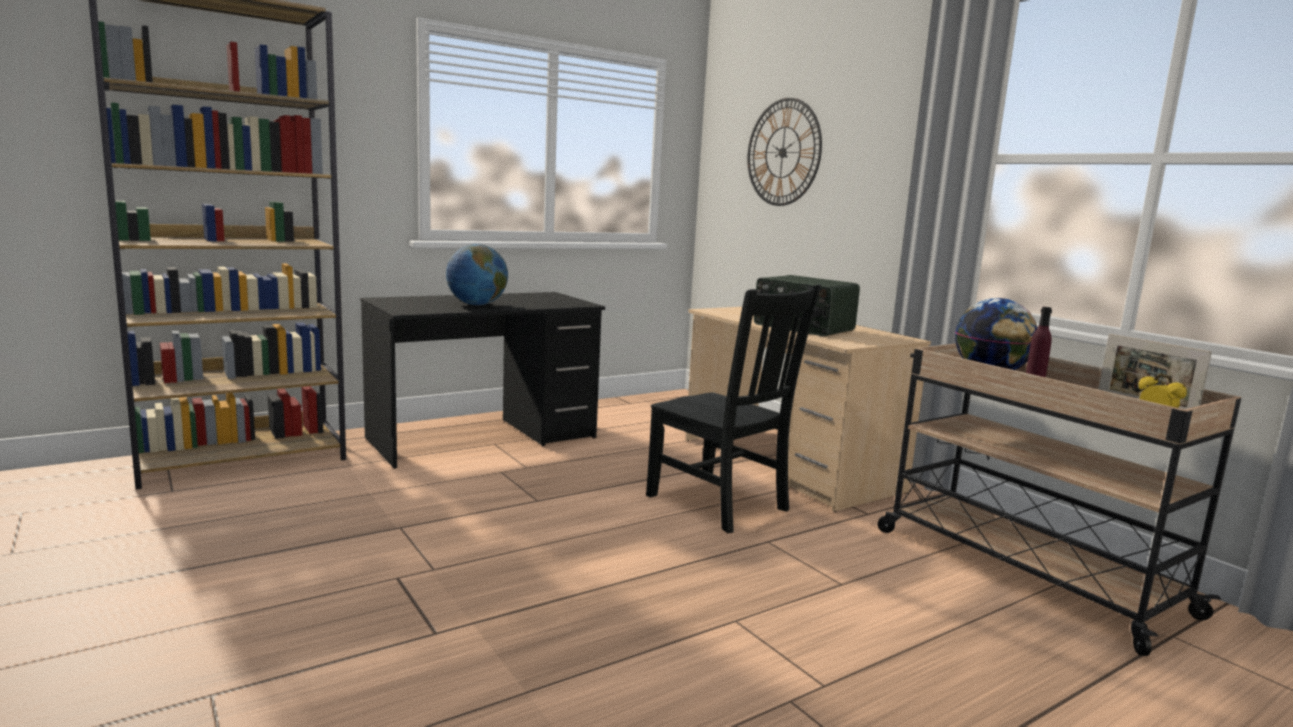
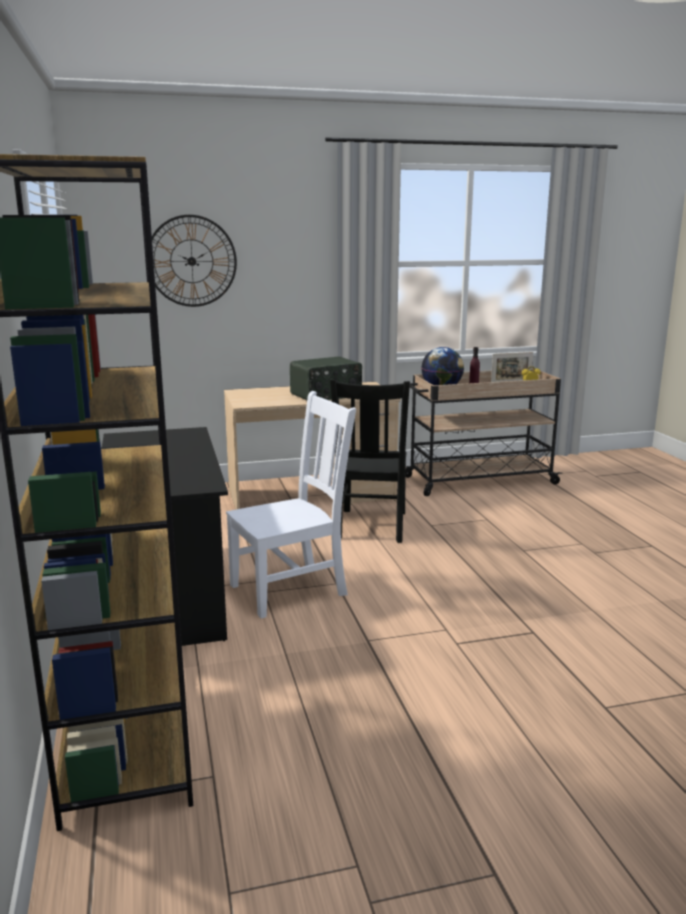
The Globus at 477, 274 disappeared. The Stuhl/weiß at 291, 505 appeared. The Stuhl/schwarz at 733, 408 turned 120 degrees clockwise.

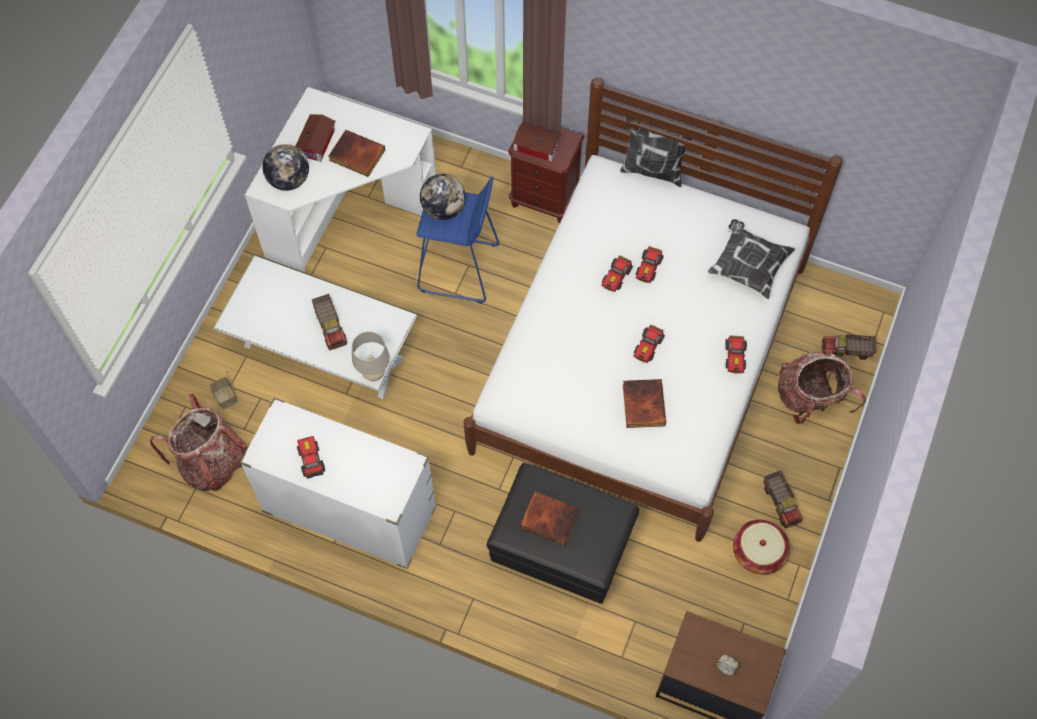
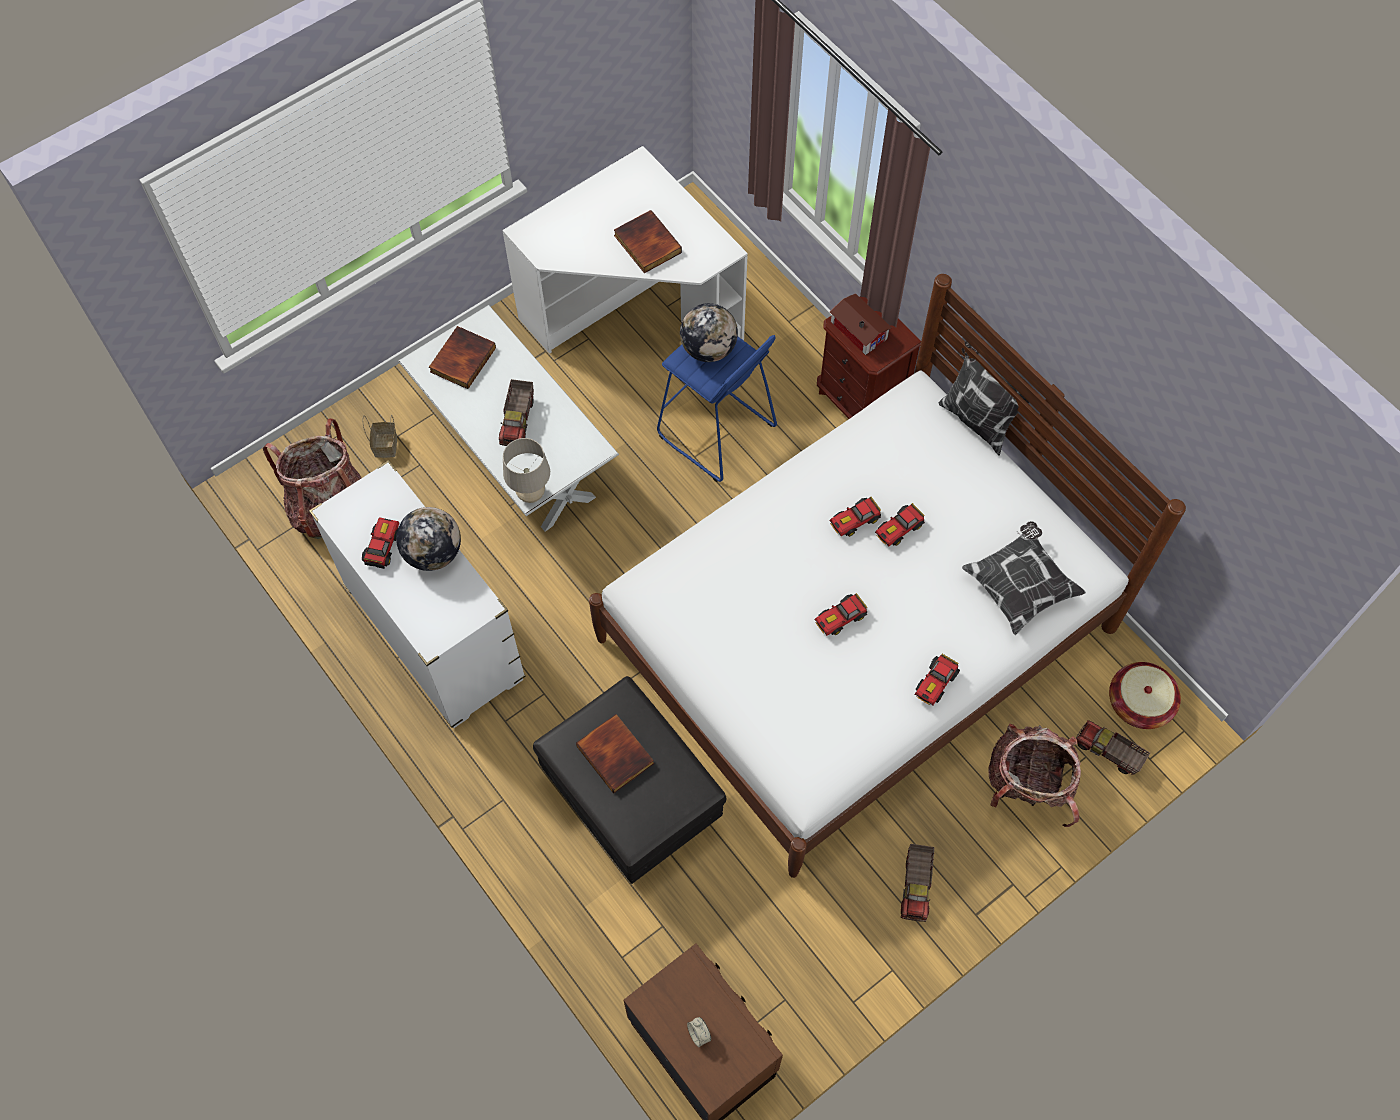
The Spielzeughaus at 316, 138 disappeared. The Globus moved from 285, 167 to 428, 539. The Buch moved from 644, 403 to 462, 357. The Korb moved from 761, 547 to 1145, 695.

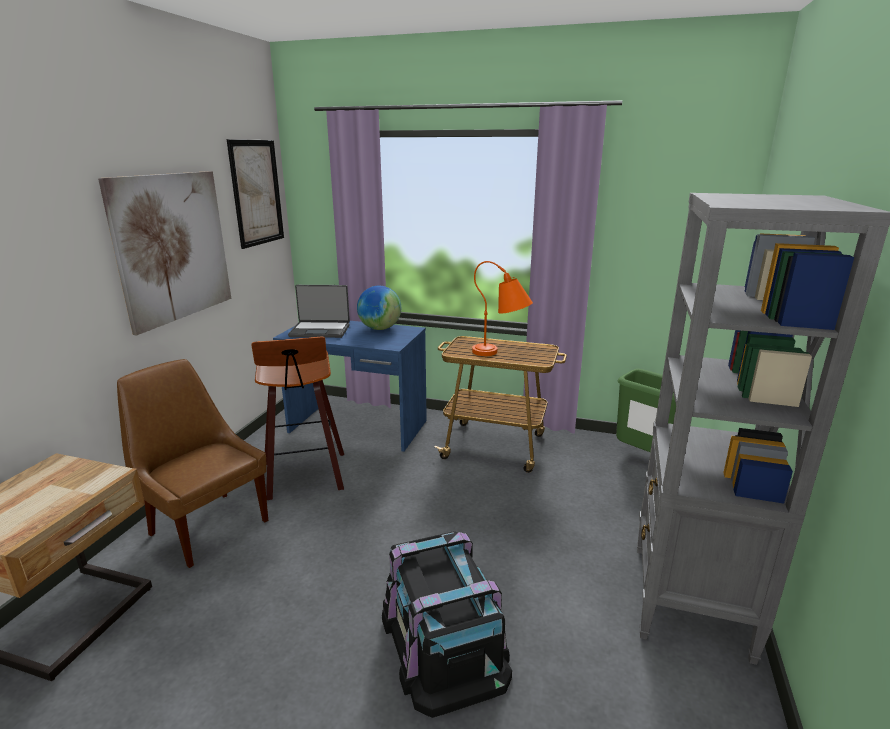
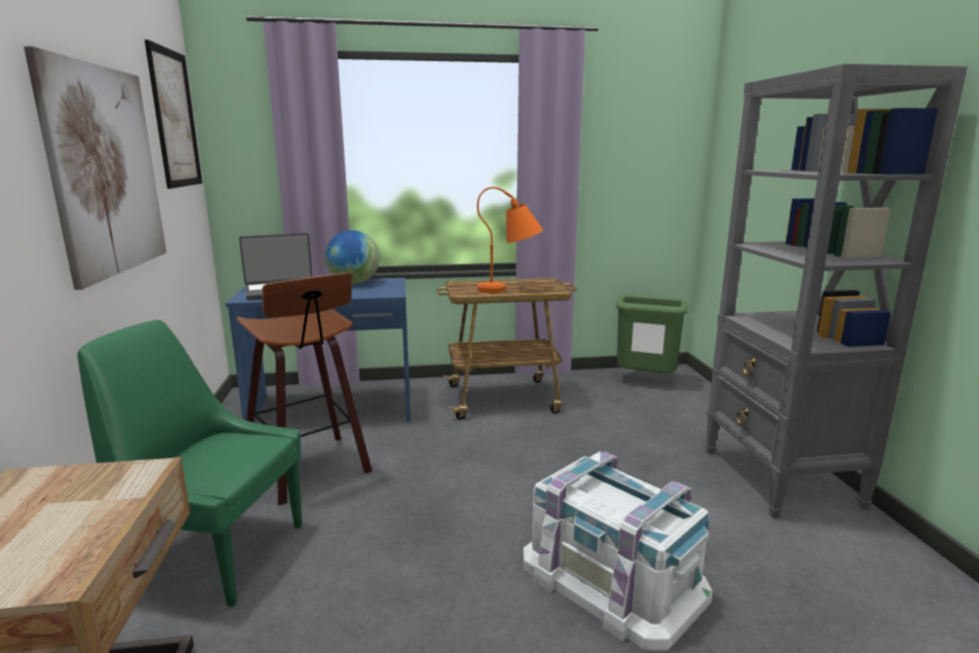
The Stuhl/braun at 192, 463 became the Stuhl/grün at 189, 463. The Aufbewahrungsbox/schwarz at 447, 624 became the Aufbewahrungsbox/weiß at 618, 550.

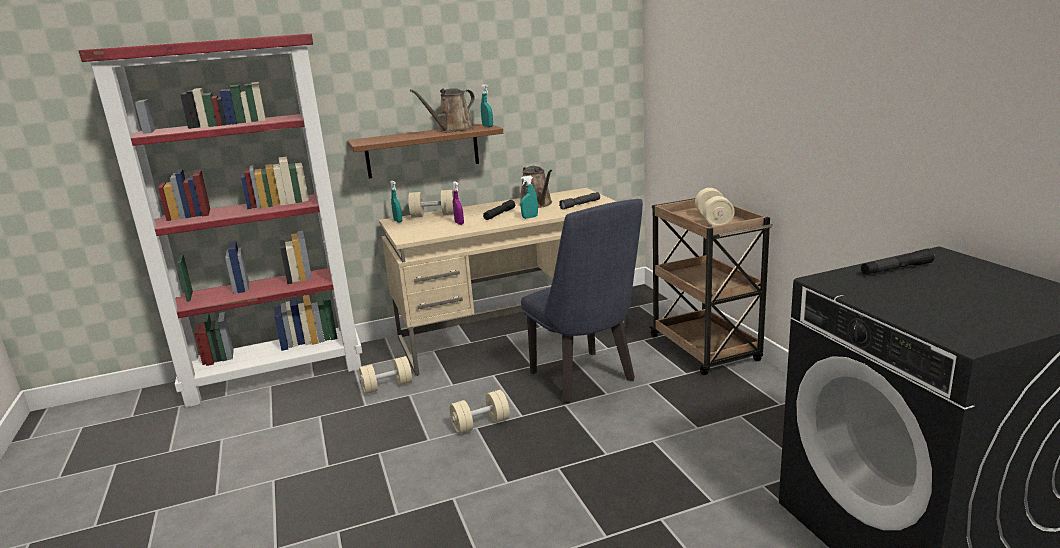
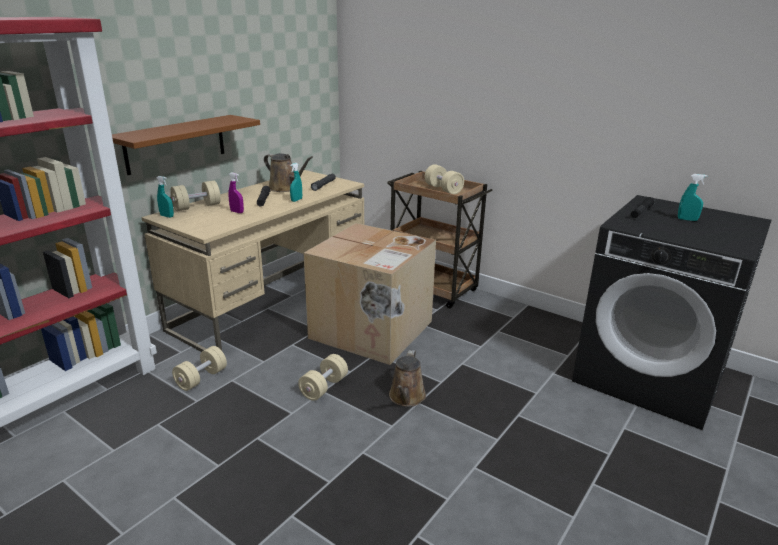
The Gießkanne/braun moved from 442, 110 to 407, 378. The Sprühflasche/türkis moved from 487, 105 to 693, 197. The Stuhl/blau at 582, 301 was replaced by the Karton at 369, 294.

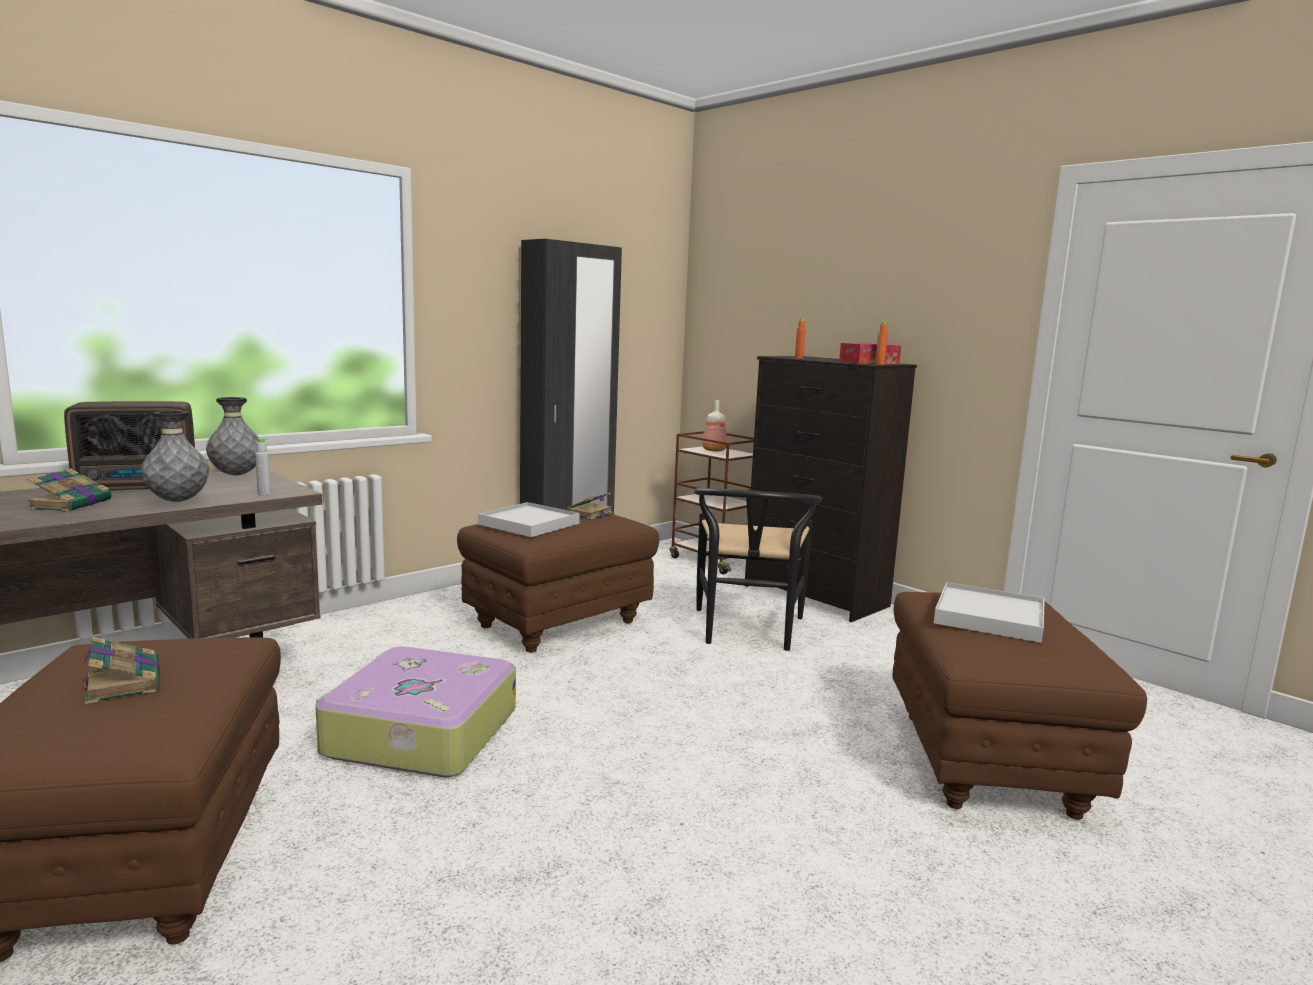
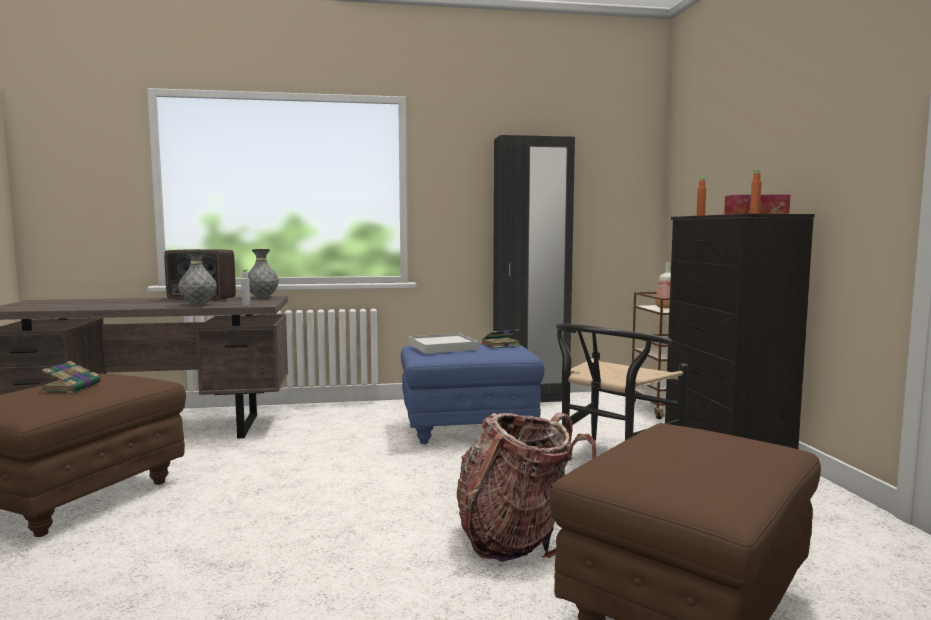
The Buch at 69, 490 disappeared. The Koffer at 415, 711 disappeared. The Tablett/weiß at 989, 612 disappeared. The Rucksack at 526, 487 appeared. The Polsterhocker/braun at 558, 581 became the Polsterhocker/blau at 472, 393.

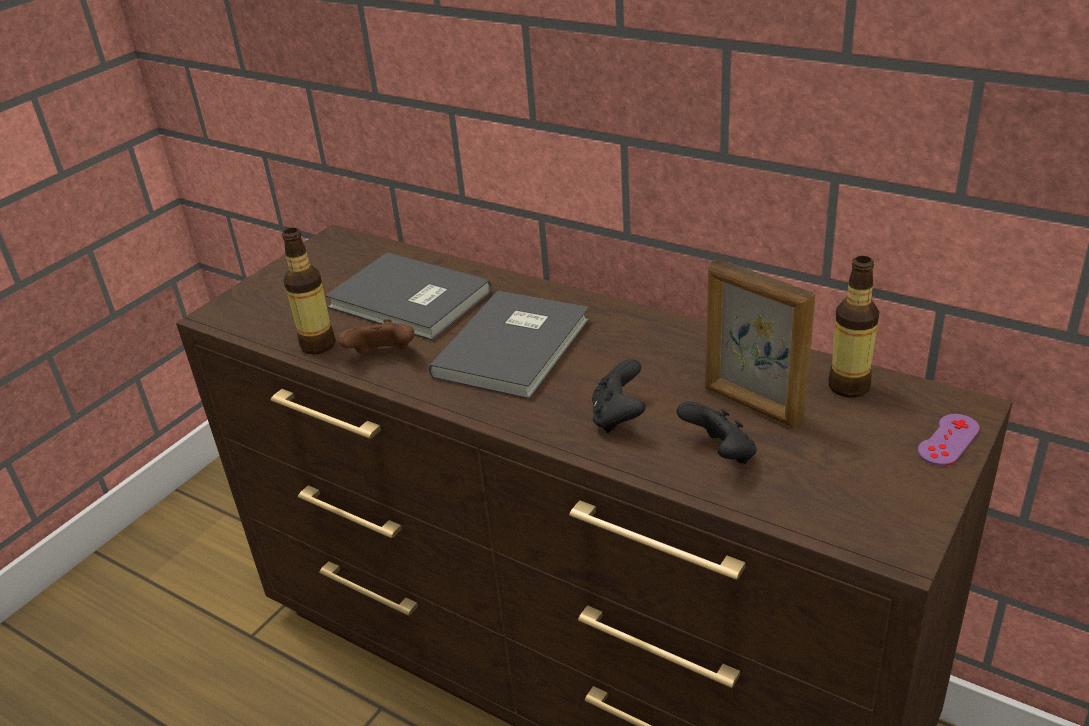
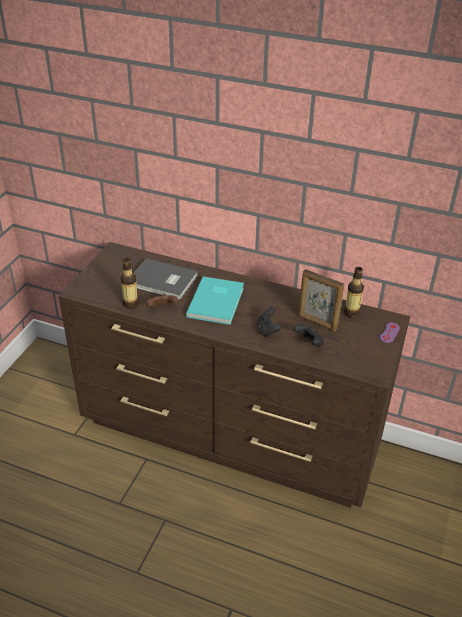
The Buch/grau at 509, 345 became the Buch/türkis at 215, 301.

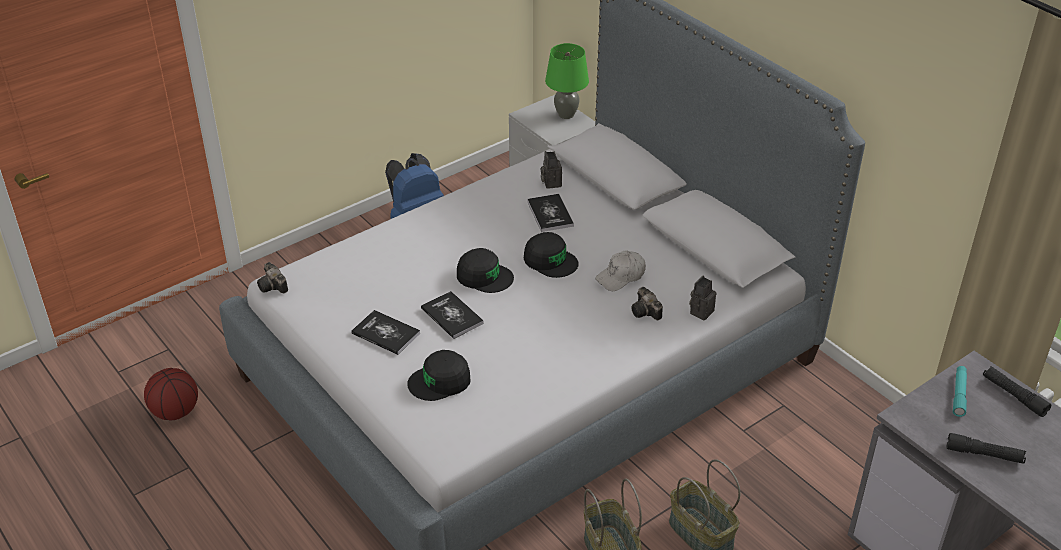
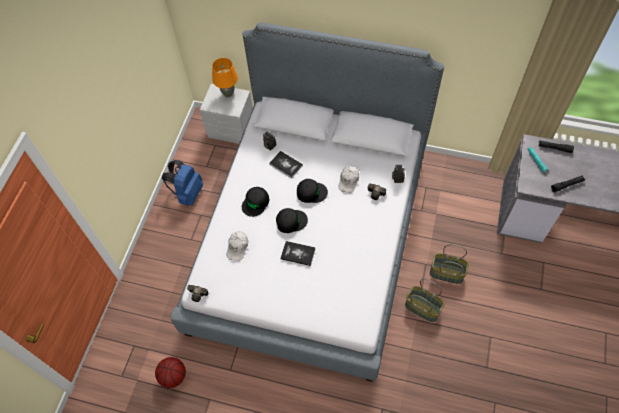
The Buch at 385, 332 disappeared. The Kappe/weiß at 237, 246 appeared. The Kappe/schwarz moved from 439, 375 to 255, 202. The Tischlampe/grün at 567, 81 became the Tischlampe/orange at 225, 77.

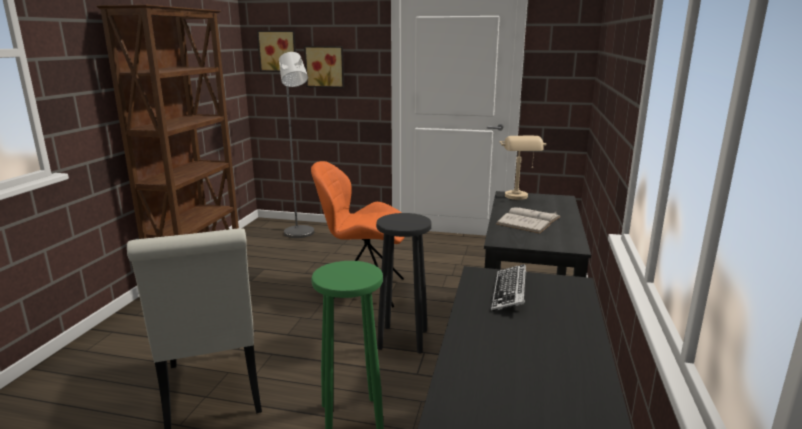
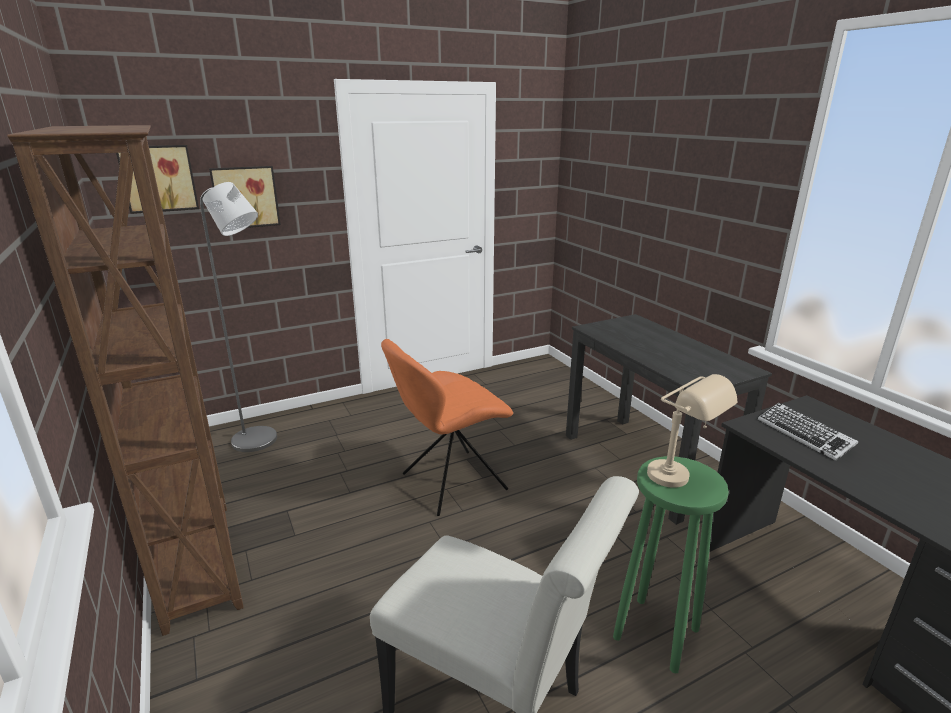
The Hocker/schwarz at 404, 283 disappeared. The Buch/weiß at 528, 221 disappeared. The Tischlampe/beige moved from 523, 168 to 692, 431.

